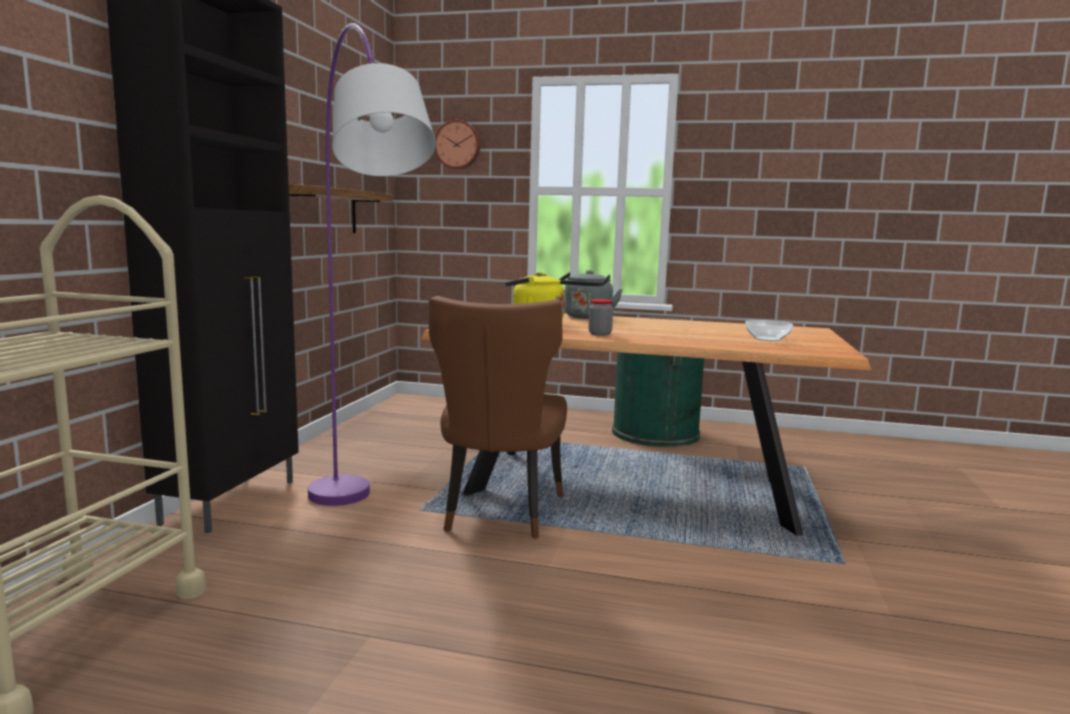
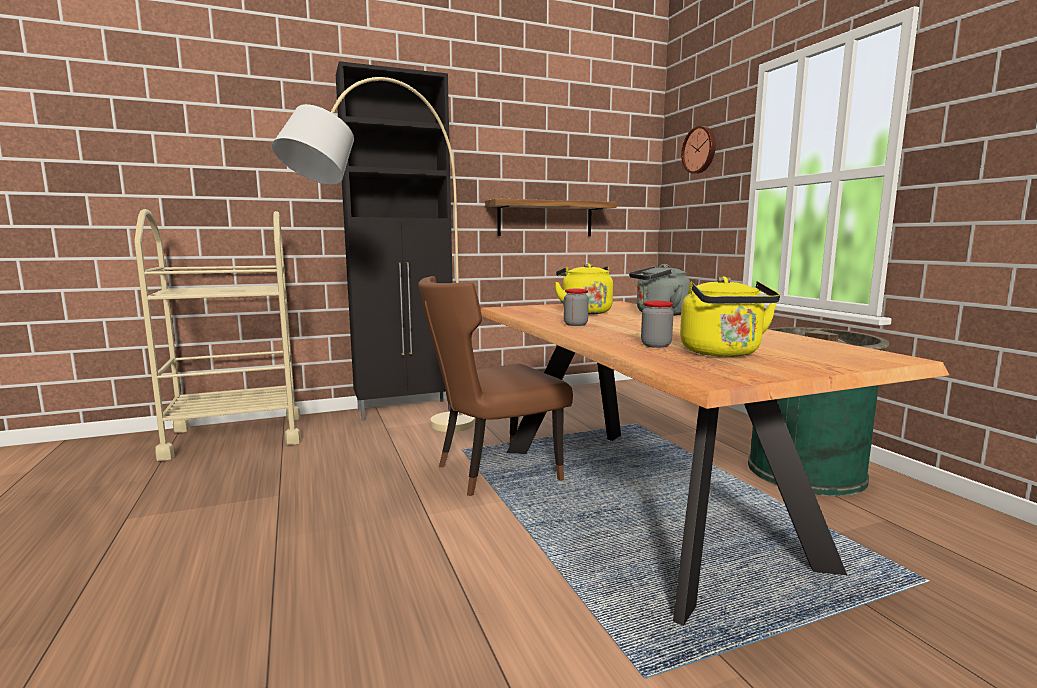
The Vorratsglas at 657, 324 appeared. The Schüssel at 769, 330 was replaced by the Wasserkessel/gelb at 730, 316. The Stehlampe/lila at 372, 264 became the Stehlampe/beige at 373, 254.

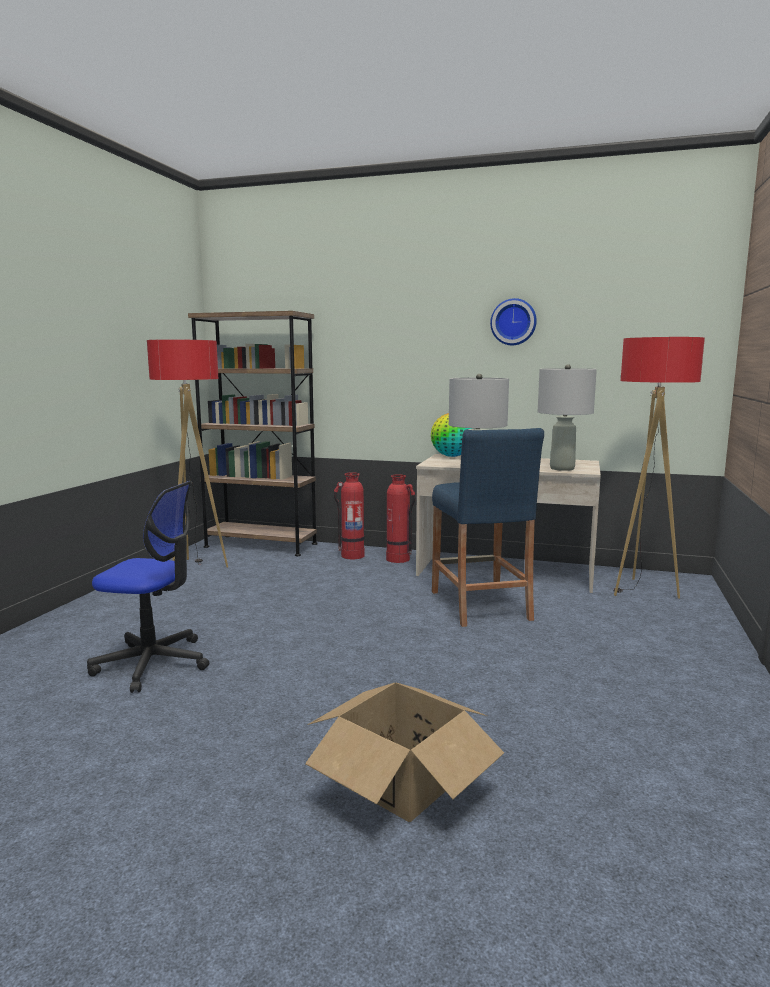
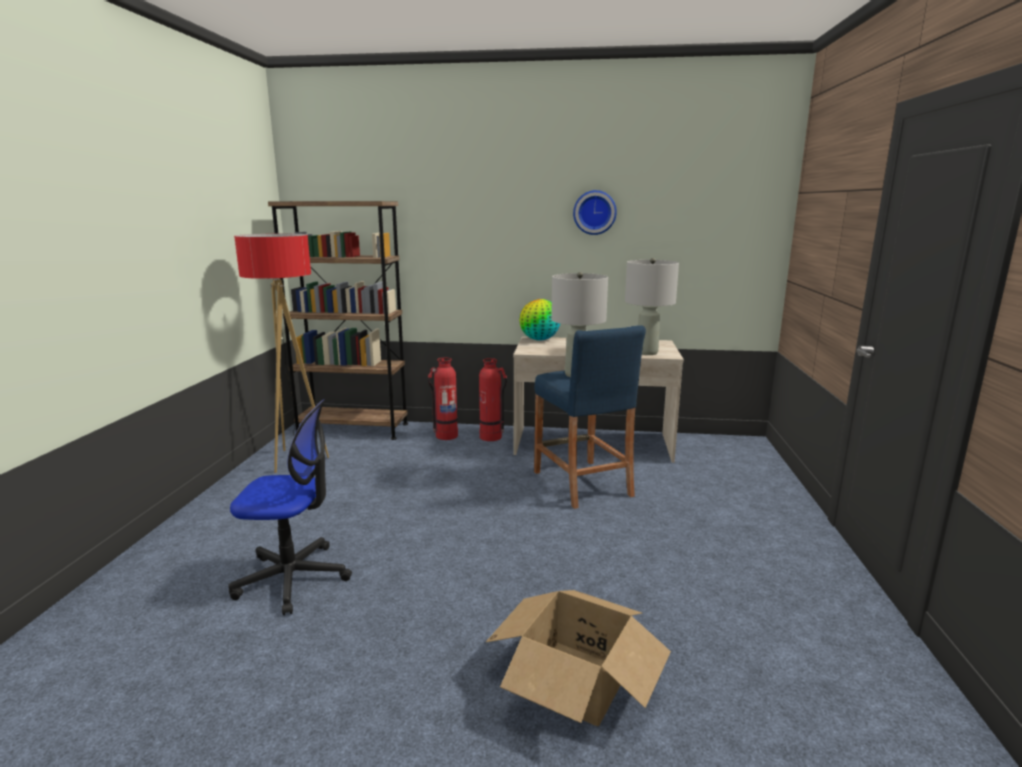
The Stehlampe at 659, 468 disappeared.

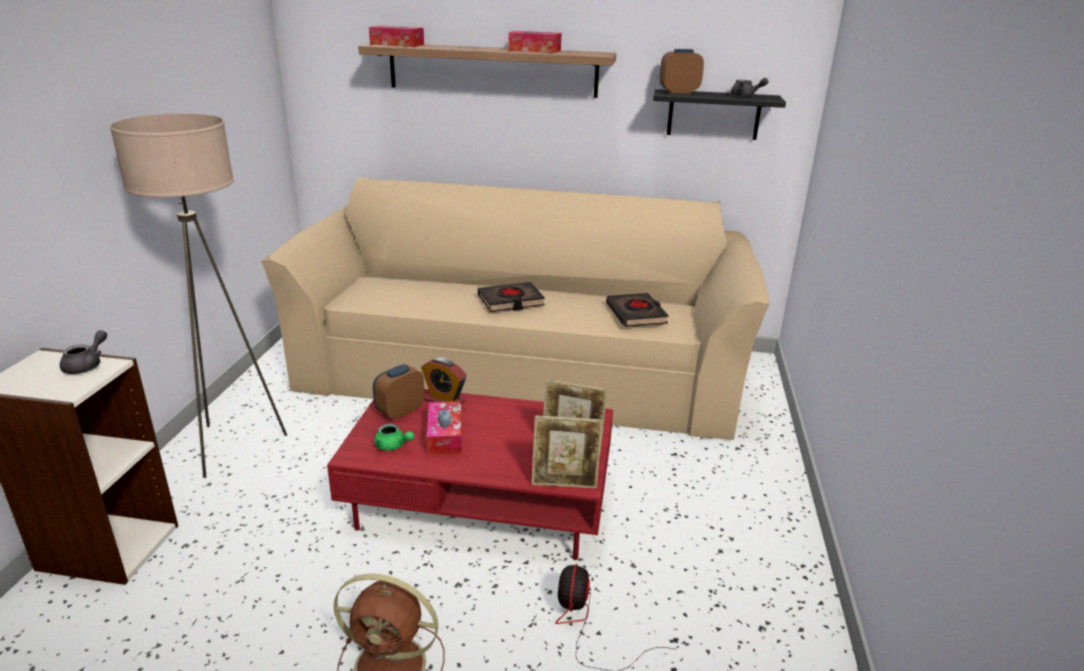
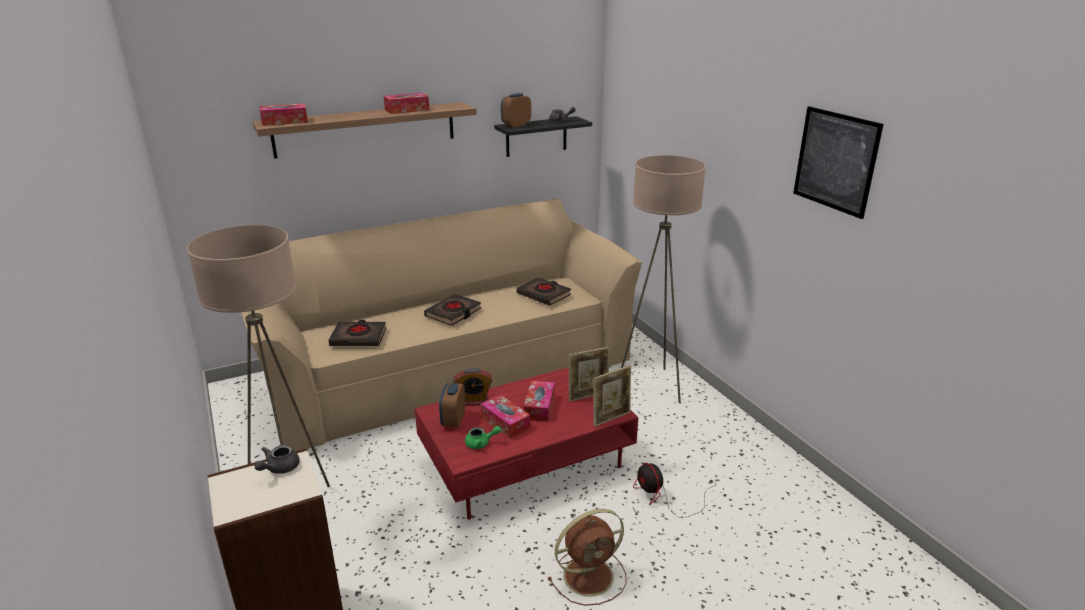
The Buch/schwarz at 357, 333 appeared. The Taschentuchbox at 539, 401 appeared. The Stehlampe/beige at 663, 279 appeared. The Bild at 838, 162 appeared. The Teekanne/grau at 83, 352 turned 135 degrees counterclockwise.

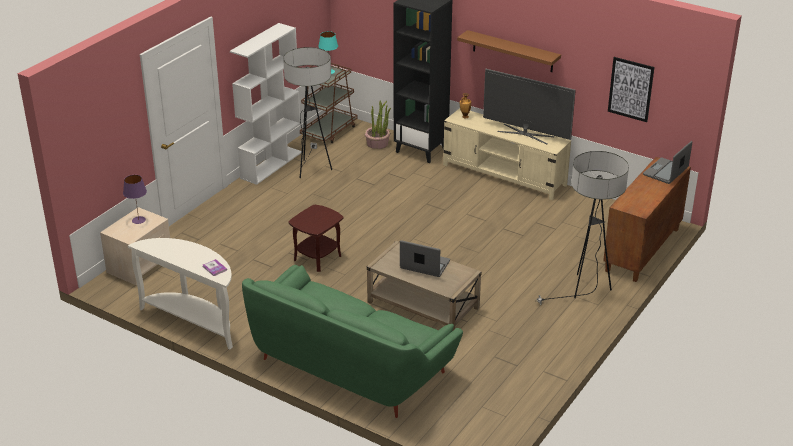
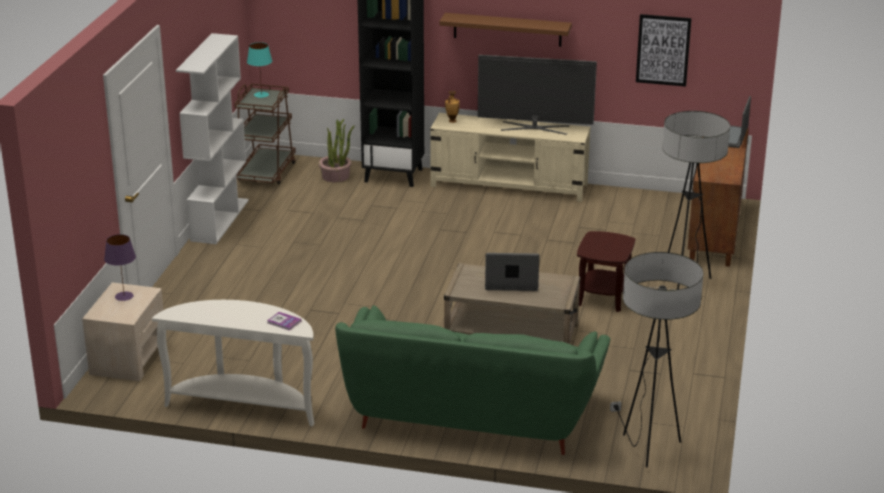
The Stehlampe moved from 307, 112 to 656, 359. The Beistelltisch/braun moved from 316, 238 to 606, 271.

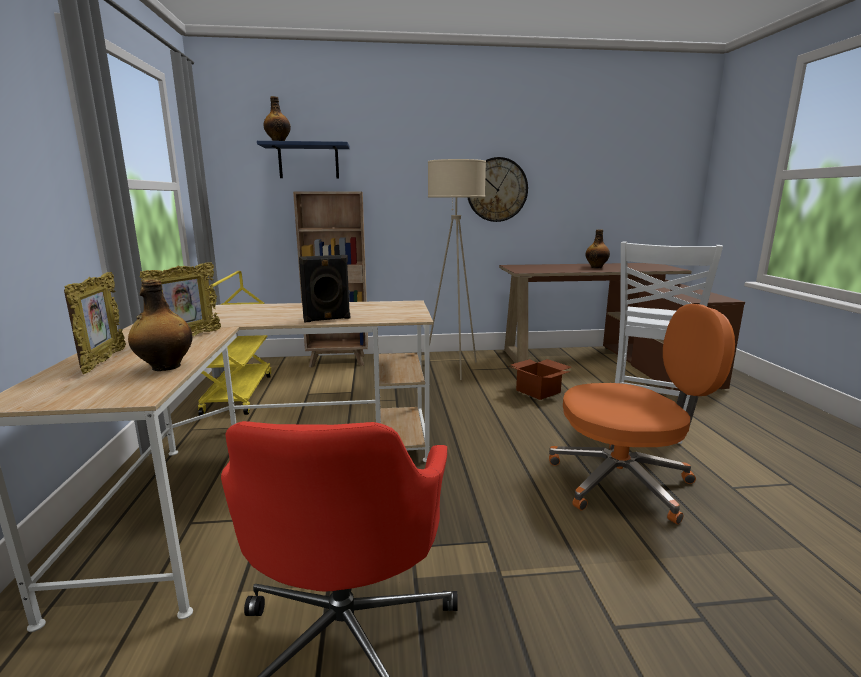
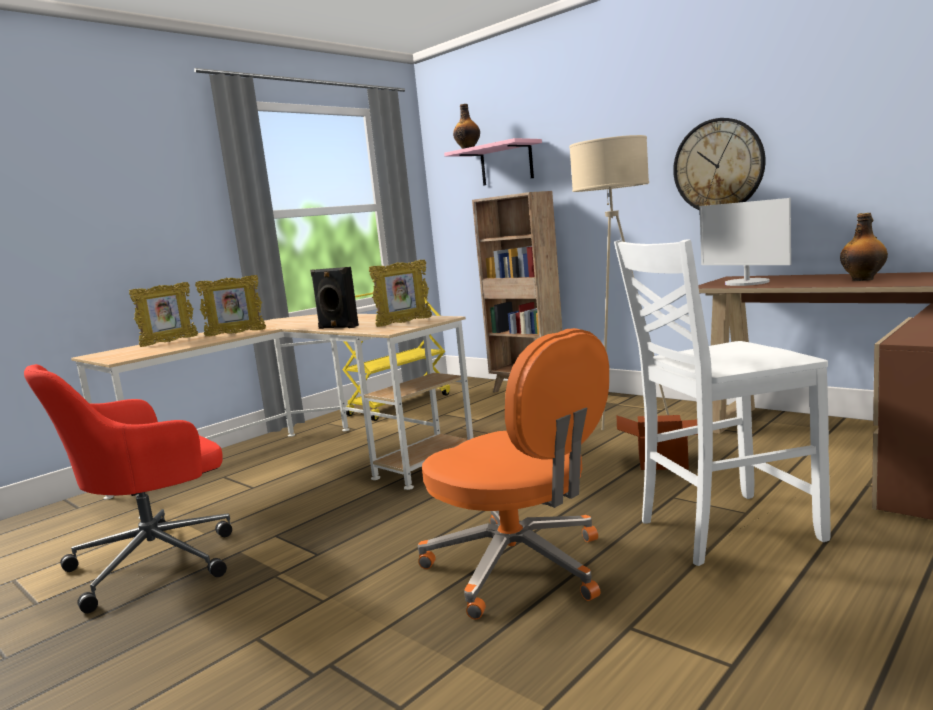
The Flasche at 160, 325 disappeared. The Bilderrahmen at 400, 293 appeared. The Monitor at 745, 242 appeared. The Wandregal/blau at 303, 160 became the Wandregal/rosa at 493, 162.

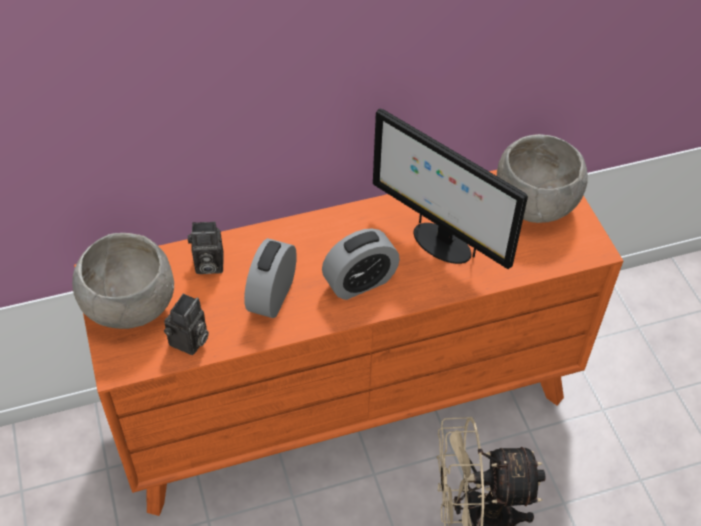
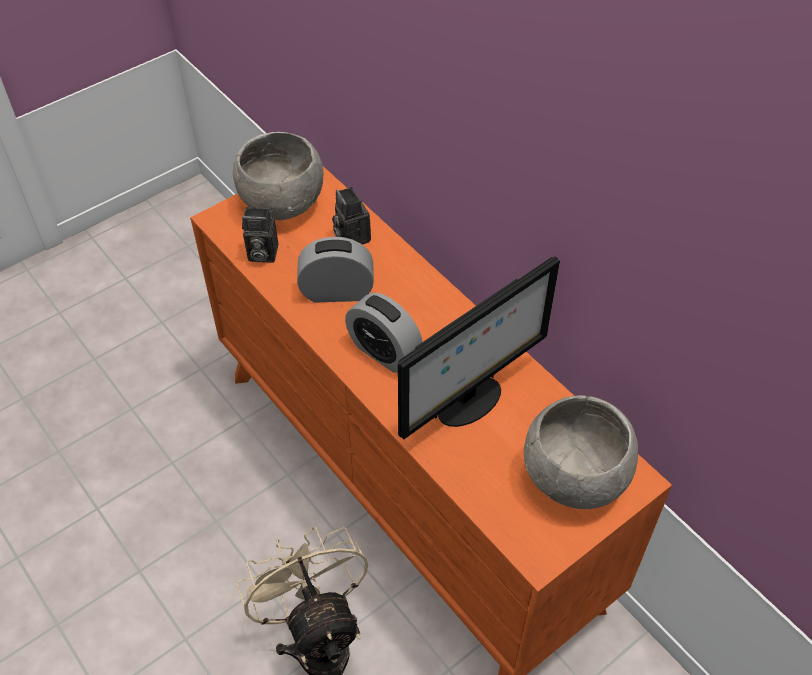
The Monitor at 450, 188 turned 150 degrees counterclockwise.

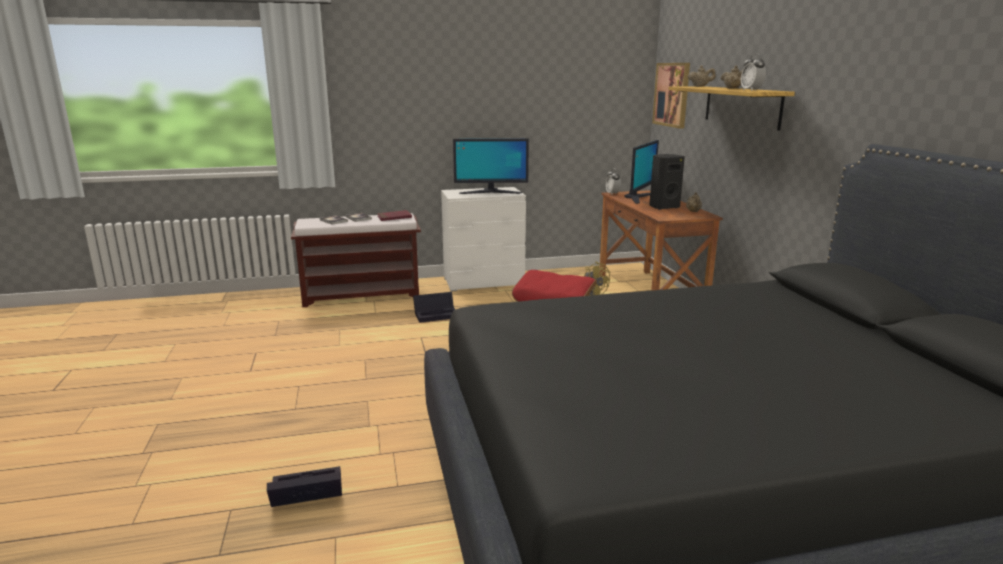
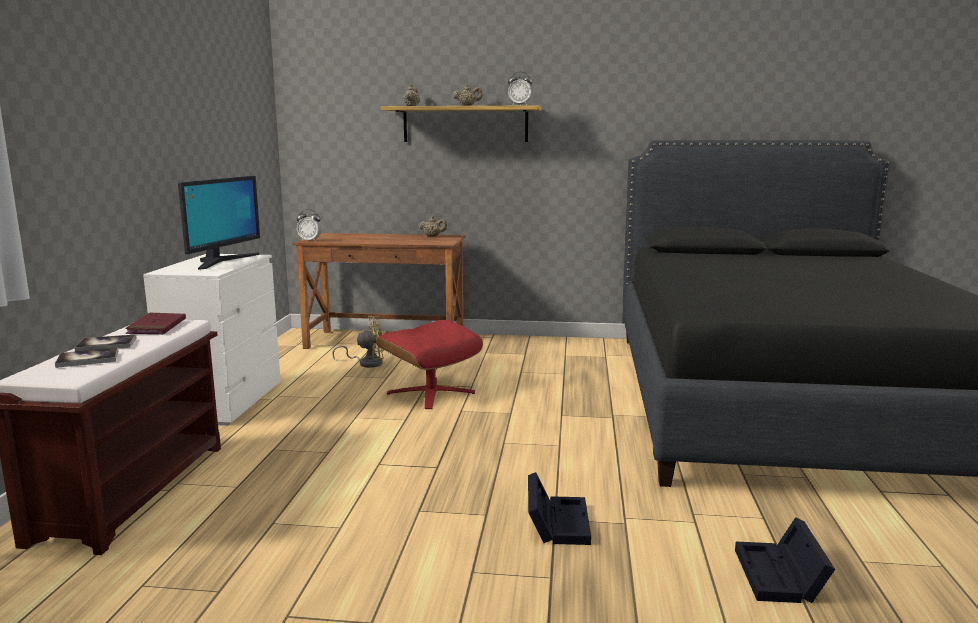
The Monitor at 641, 172 disappeared. The Lautsprecher/schwarz at 667, 182 disappeared. The Bild at 671, 96 disappeared. The Aufbewahrungsbox/schwarz moved from 434, 307 to 559, 508.

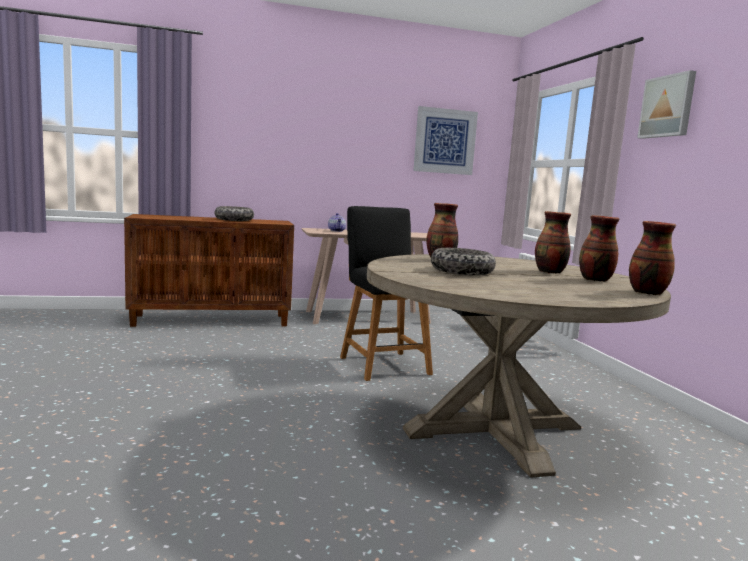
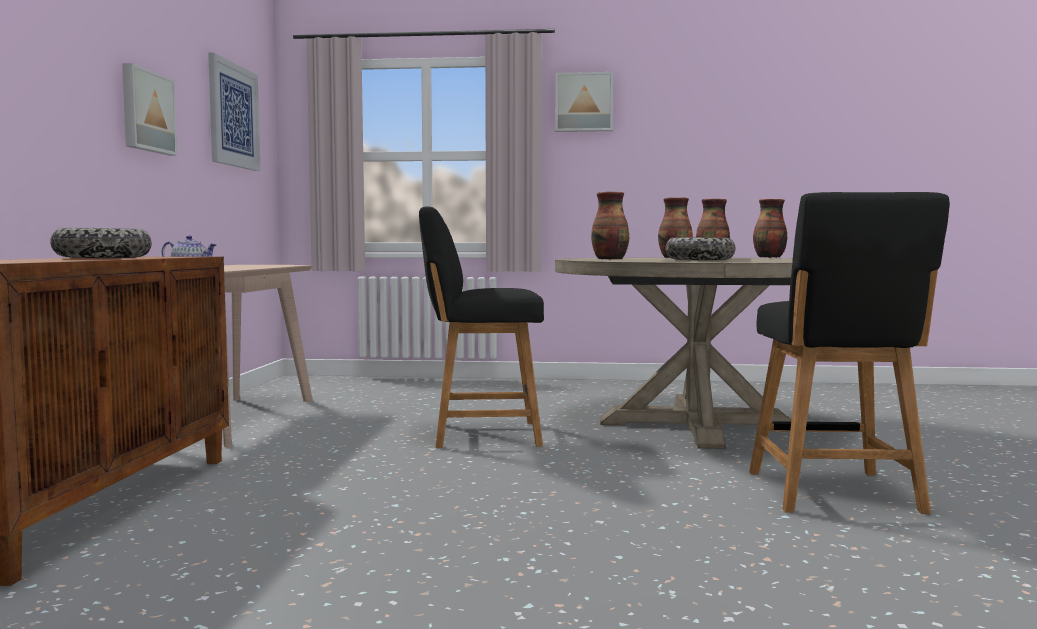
The Bild at 149, 109 appeared. The Stuhl/schwarz at 849, 353 appeared.

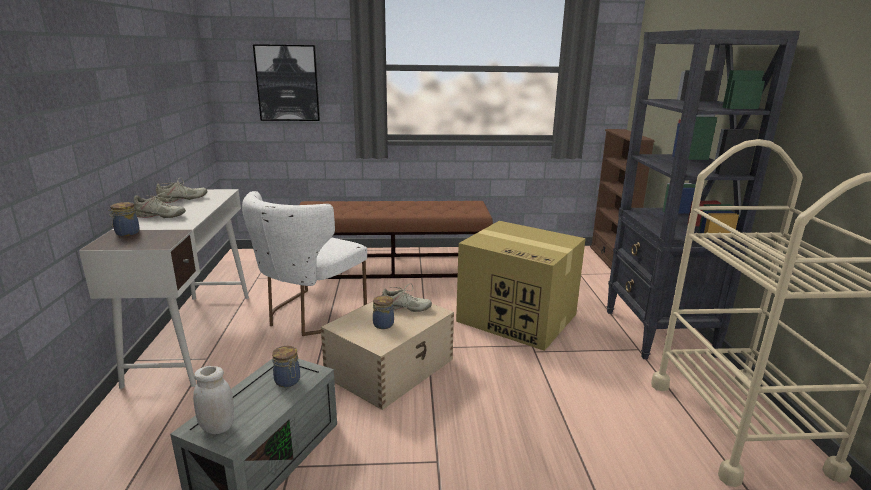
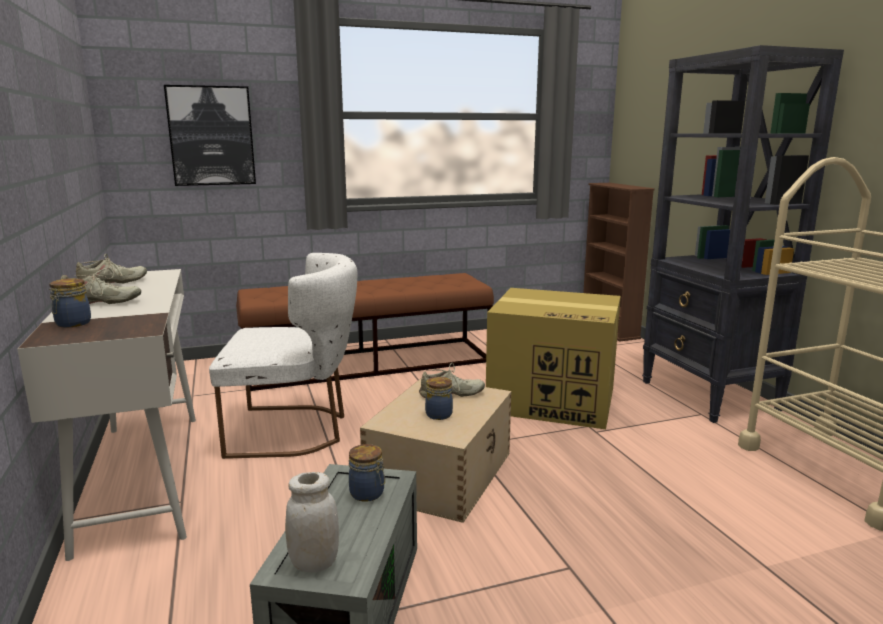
The Stuhl/weiß at 304, 263 turned 105 degrees counterclockwise.

